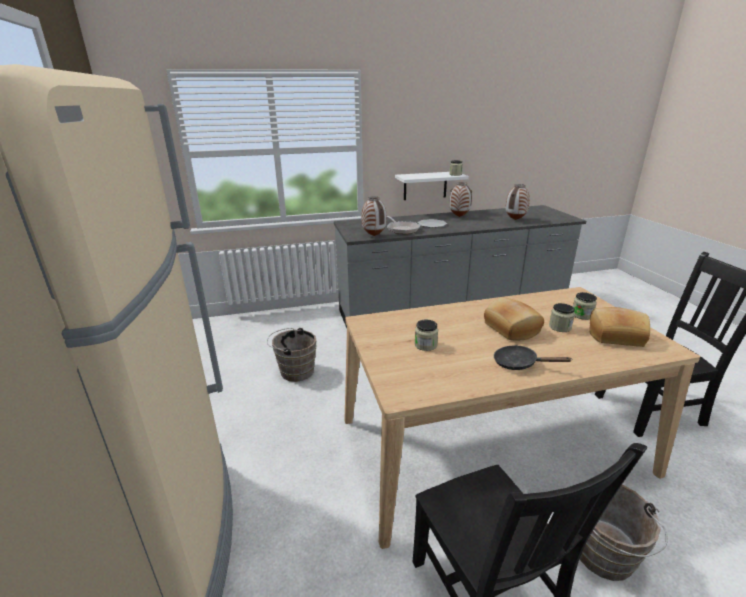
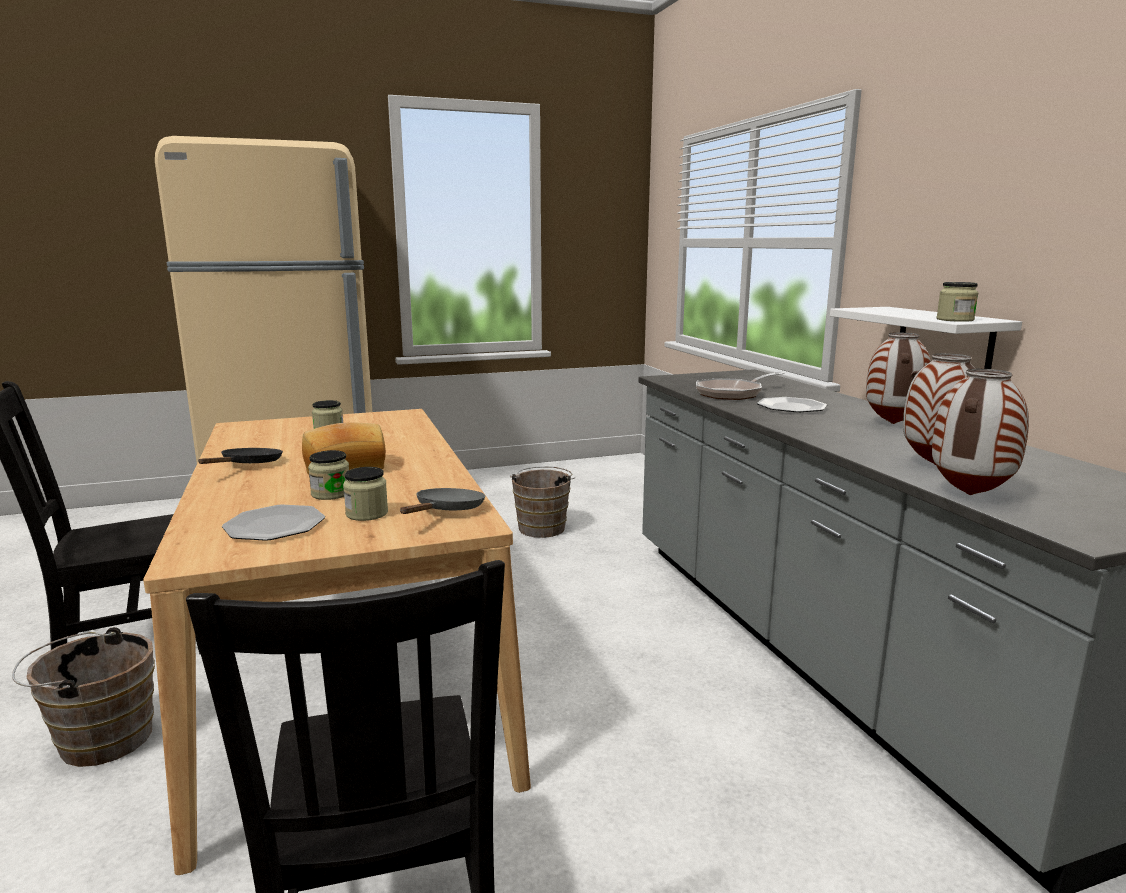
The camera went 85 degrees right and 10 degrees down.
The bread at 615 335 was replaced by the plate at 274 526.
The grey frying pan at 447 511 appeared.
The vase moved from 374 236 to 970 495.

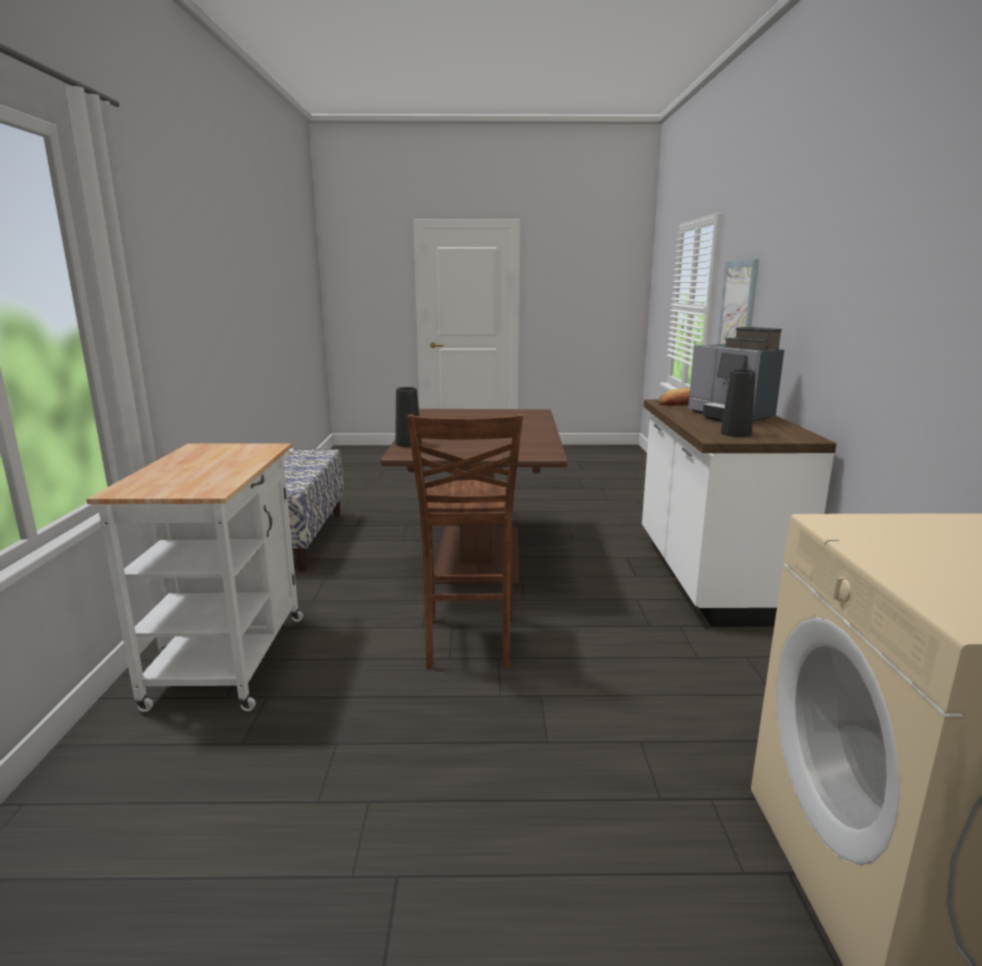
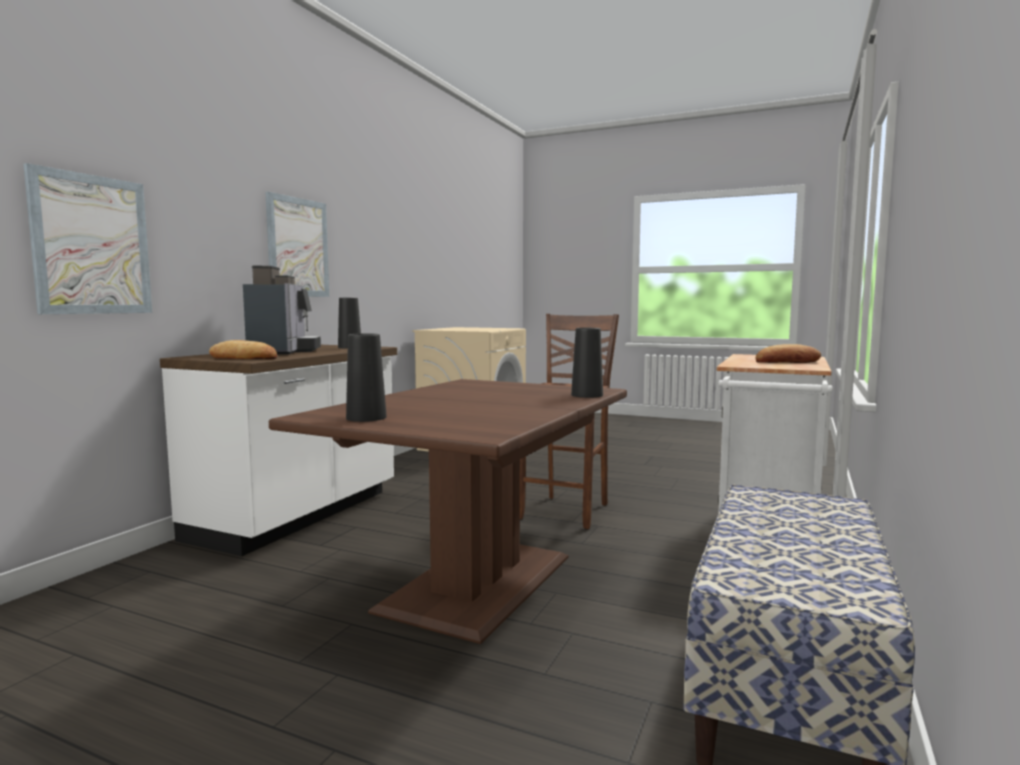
The camera went 155 degrees left and 10 degrees down.
The picture at 298 247 appeared.
The black vase at 366 418 appeared.
The bread at 787 362 appeared.

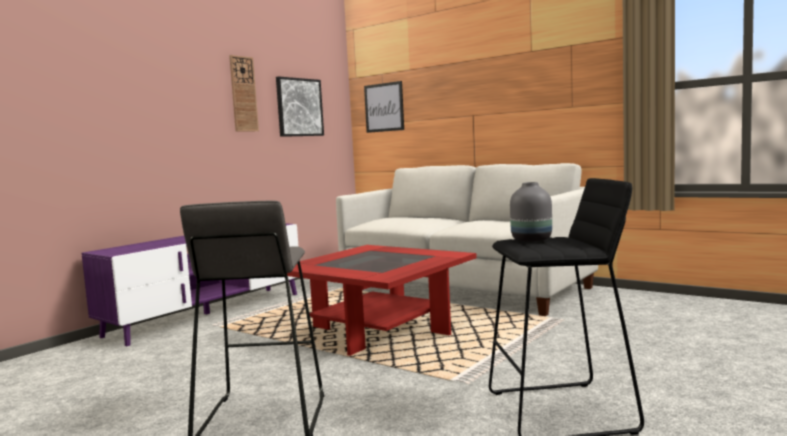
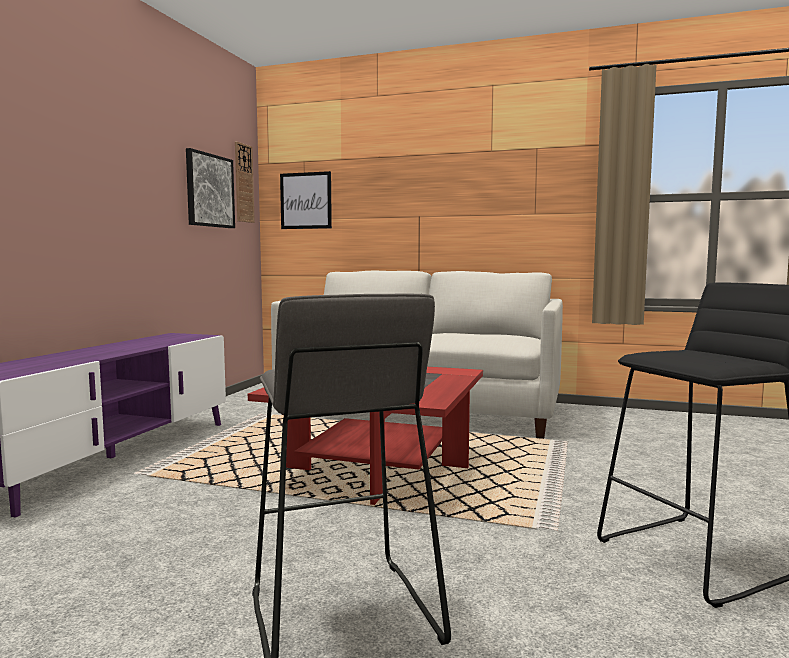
The camera went 20 degrees left and 0 degrees up.
The wall clock moved from 243 94 to 243 183.
The grey vase at 532 240 disappeared.

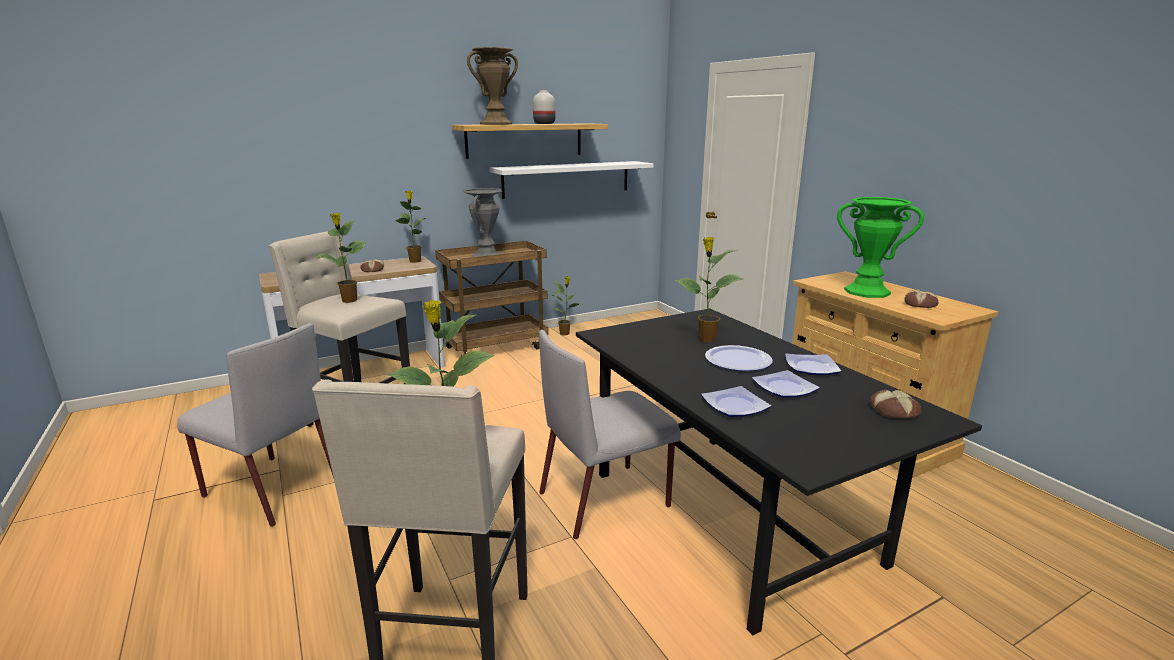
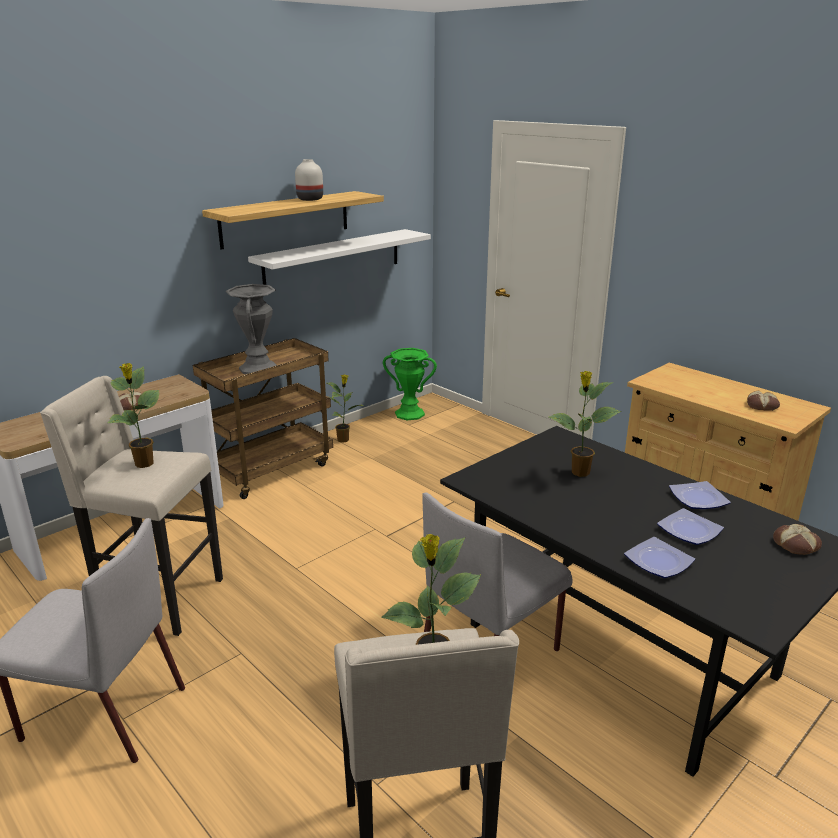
The camera went 15 degrees left and 5 degrees up.
The green vase moved from 866 292 to 409 414.
The potted plant at 415 261 disappeared.
The brown vase at 496 124 disappeared.
The plate at 738 360 disappeared.

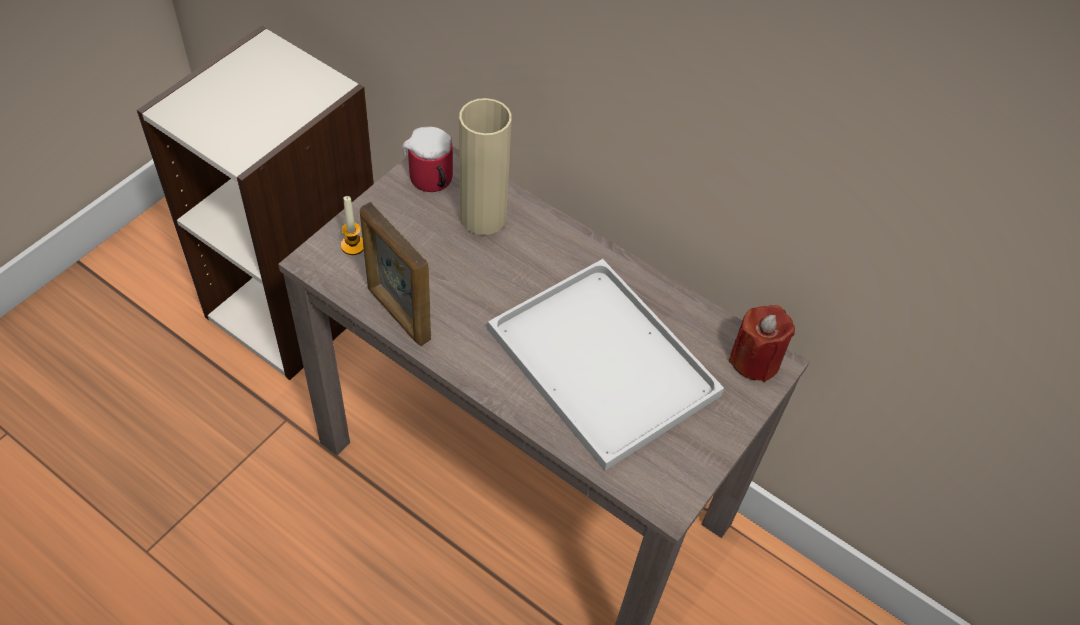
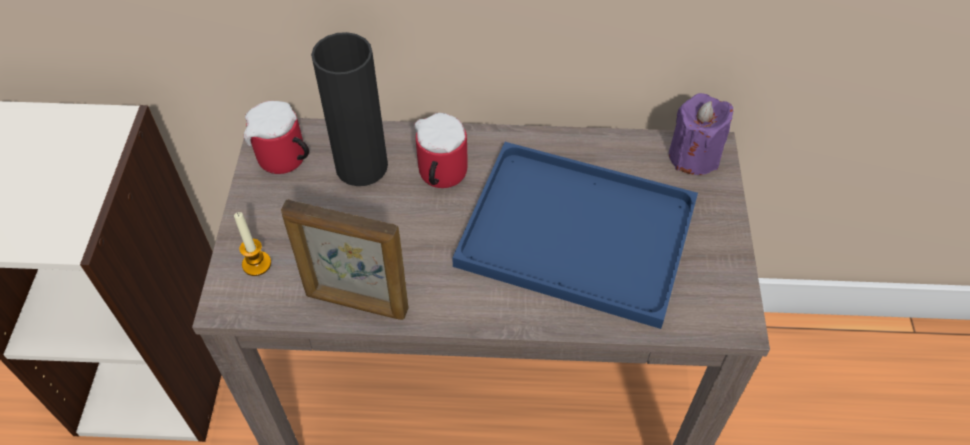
The camera went 30 degrees left and 0 degrees up.
The beige vase at 483 217 became the black vase at 361 166.
The mug at 439 176 appeared.
The white tray at 598 360 became the blue tray at 572 234.
The red candle at 755 360 became the purple candle at 694 156.

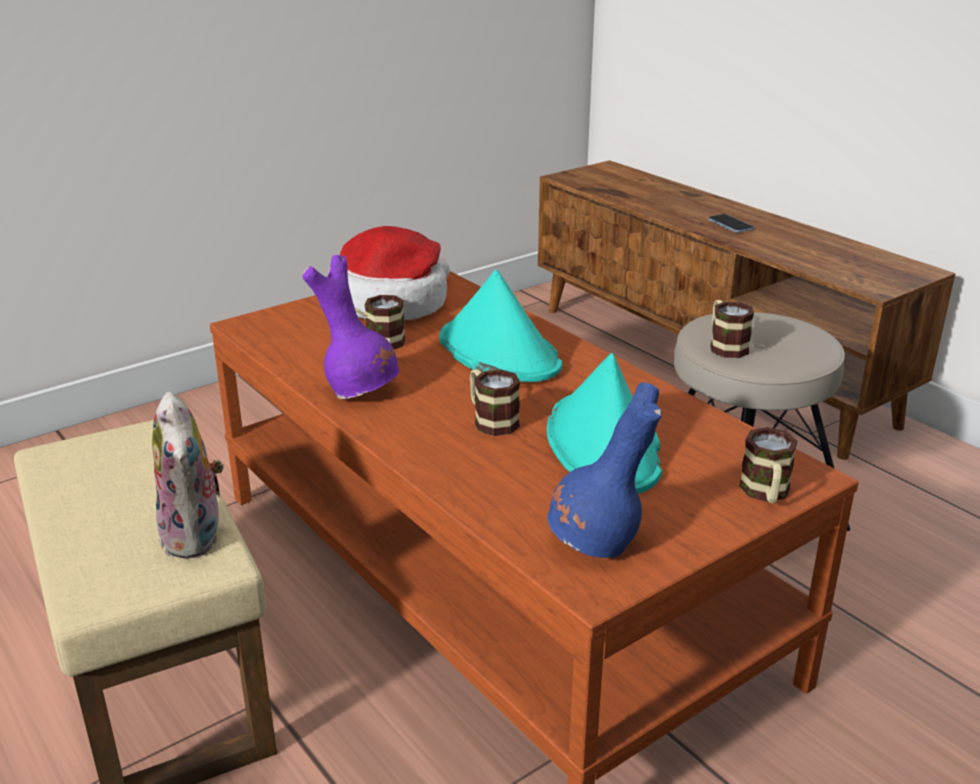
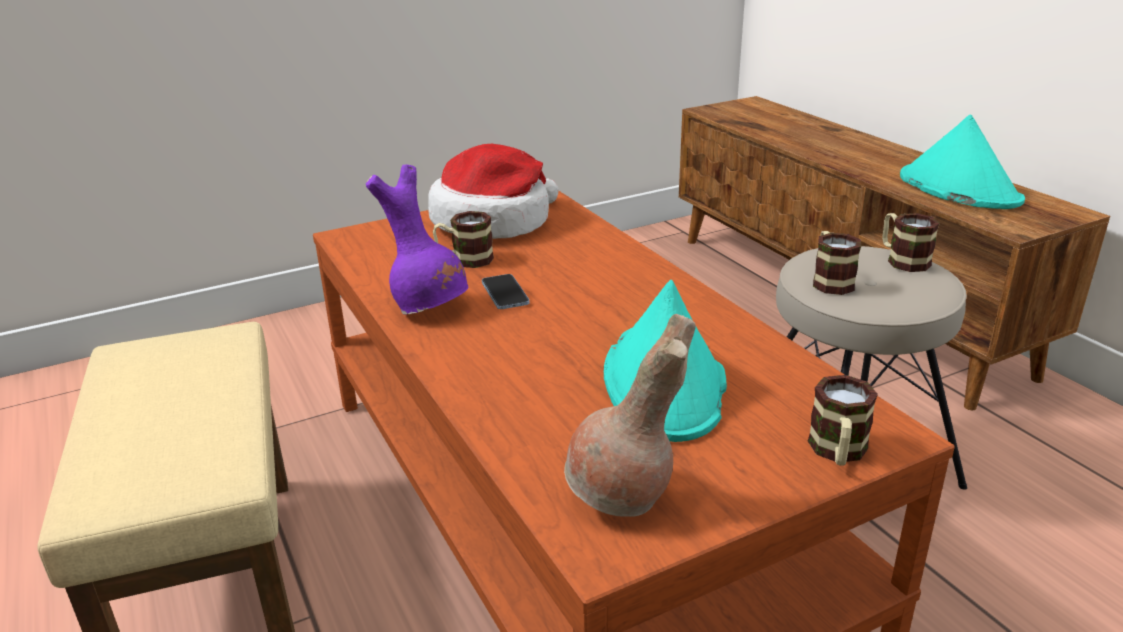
The camera went 10 degrees right and 0 degrees up.
The phone moved from 730 225 to 505 294.
The blue vase at 597 543 became the brown vase at 623 497.
The mug moved from 491 420 to 902 260.
The turquoise hat moved from 498 352 to 958 189.
The plush toy at 197 537 disappeared.

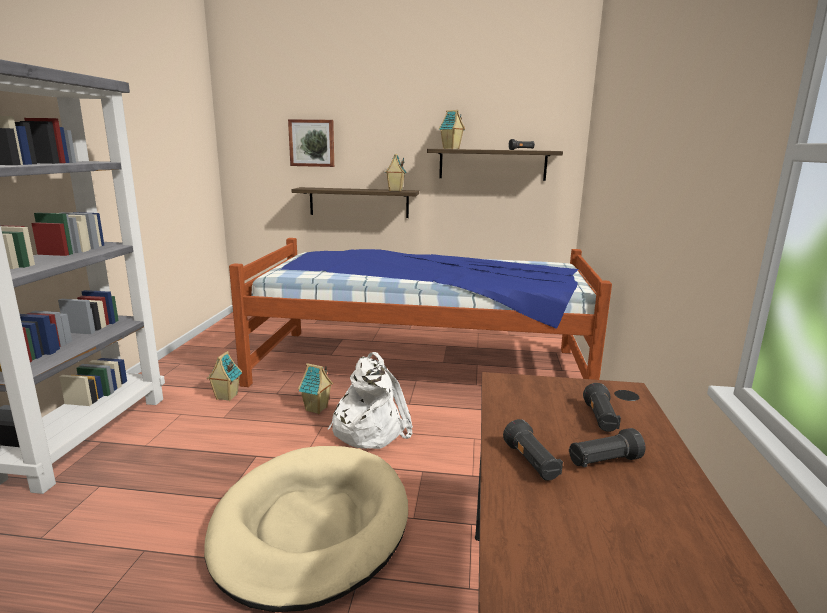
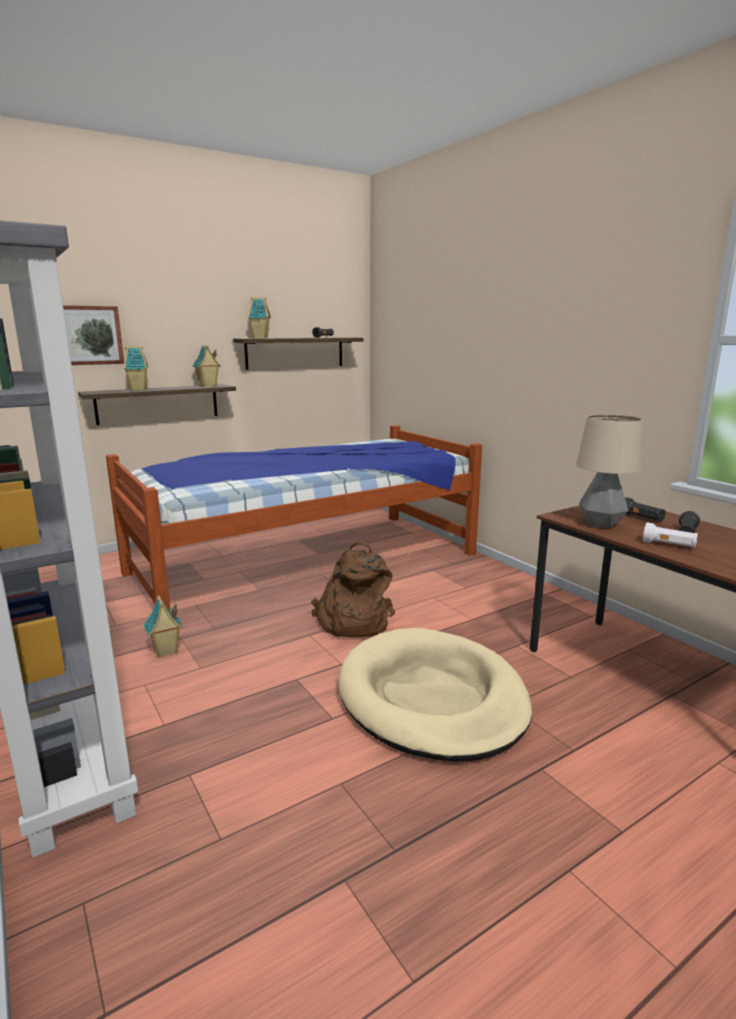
The camera went 40 degrees left and 0 degrees up.
The toy house moved from 317 409 to 139 389.
The white backpack at 369 429 became the brown backpack at 352 622.
The table lamp at 600 524 appeared.
The black flashlight at 531 463 became the white flashlight at 669 545.

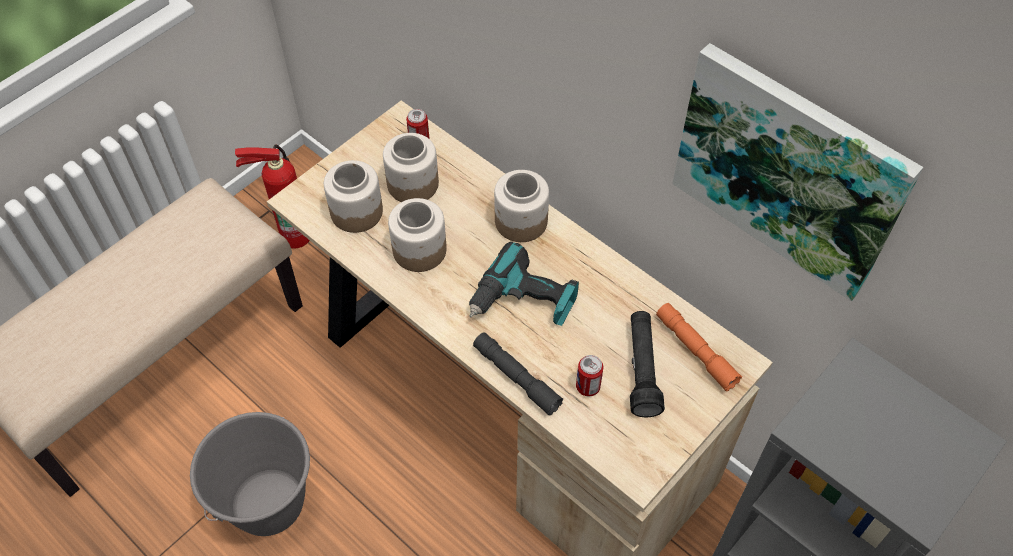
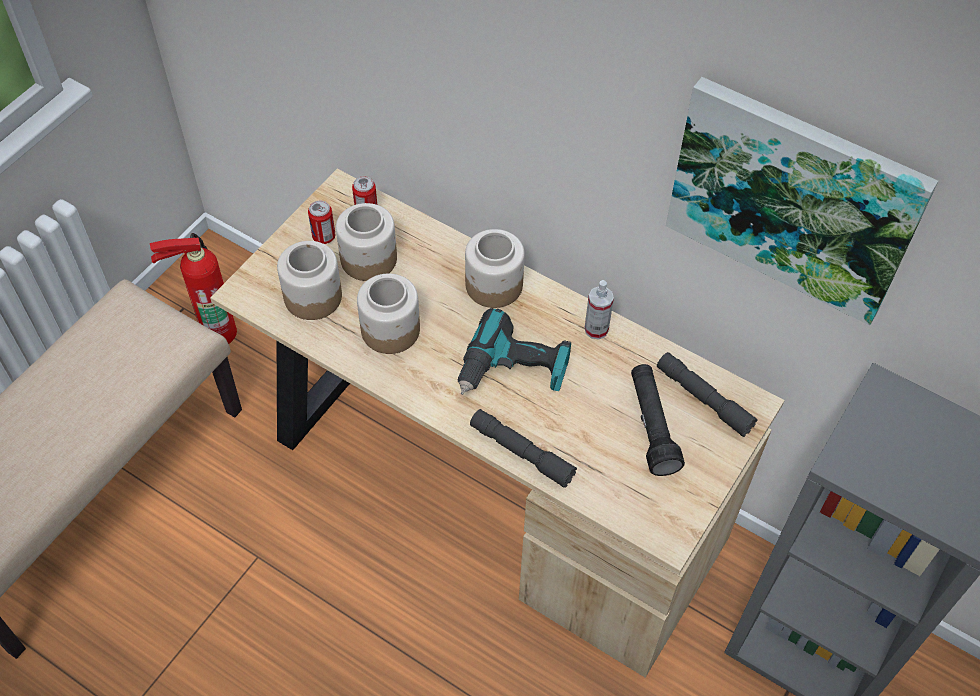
The camera went 10 degrees left and 0 degrees up.
The can moved from 588 387 to 324 237.
The spray bottle at 596 329 appeared.
The orange flashlight at 695 350 became the grey flashlight at 703 399.
The grey bucket at 269 503 disappeared.

